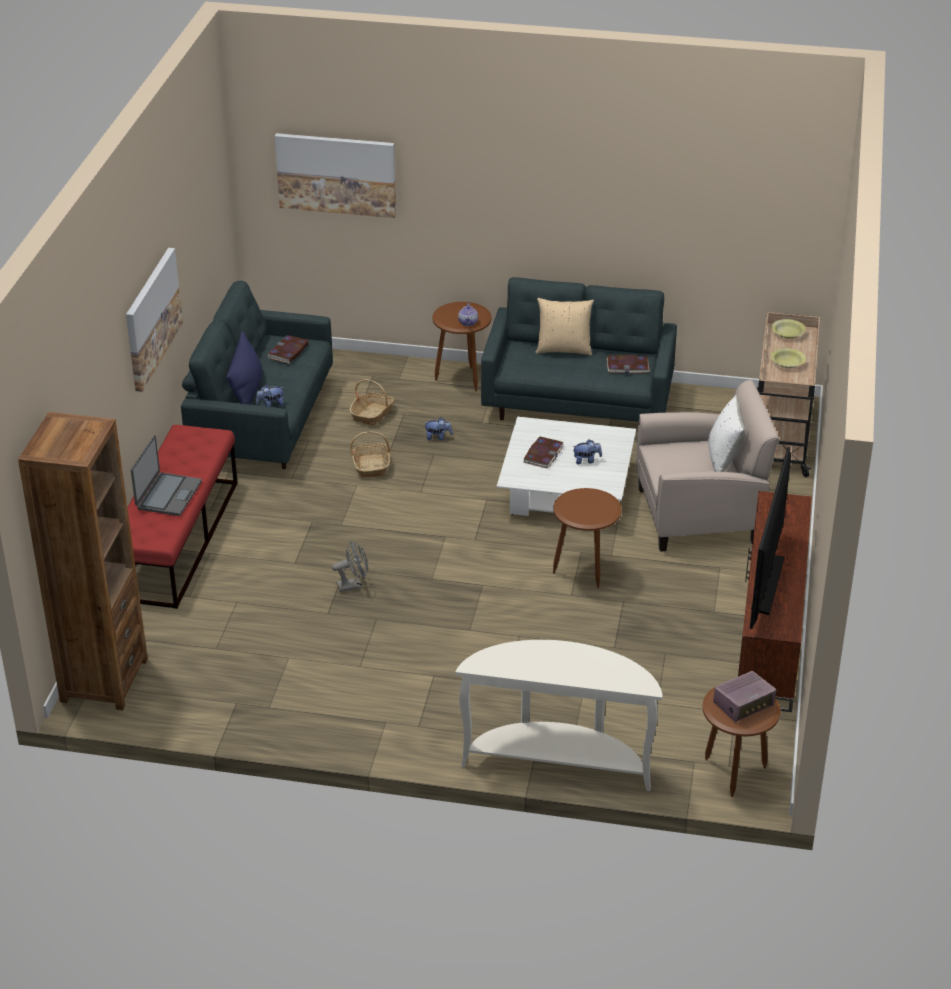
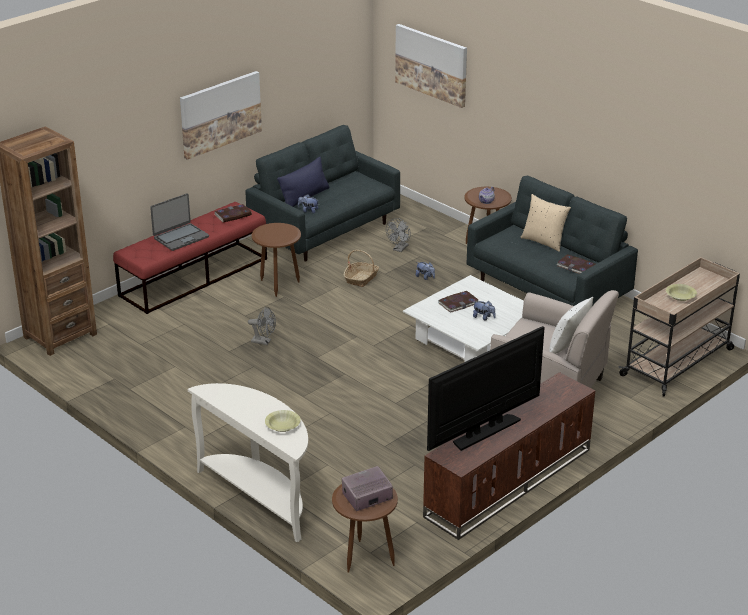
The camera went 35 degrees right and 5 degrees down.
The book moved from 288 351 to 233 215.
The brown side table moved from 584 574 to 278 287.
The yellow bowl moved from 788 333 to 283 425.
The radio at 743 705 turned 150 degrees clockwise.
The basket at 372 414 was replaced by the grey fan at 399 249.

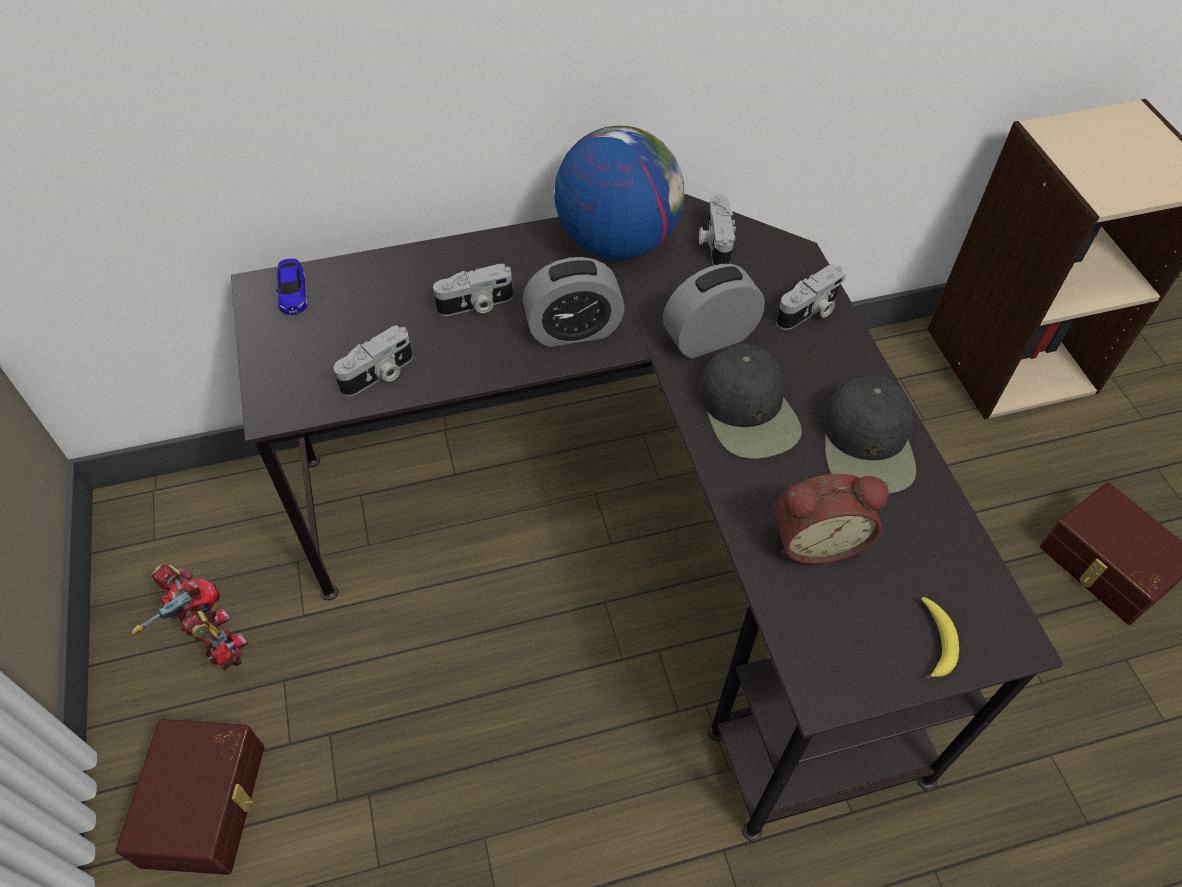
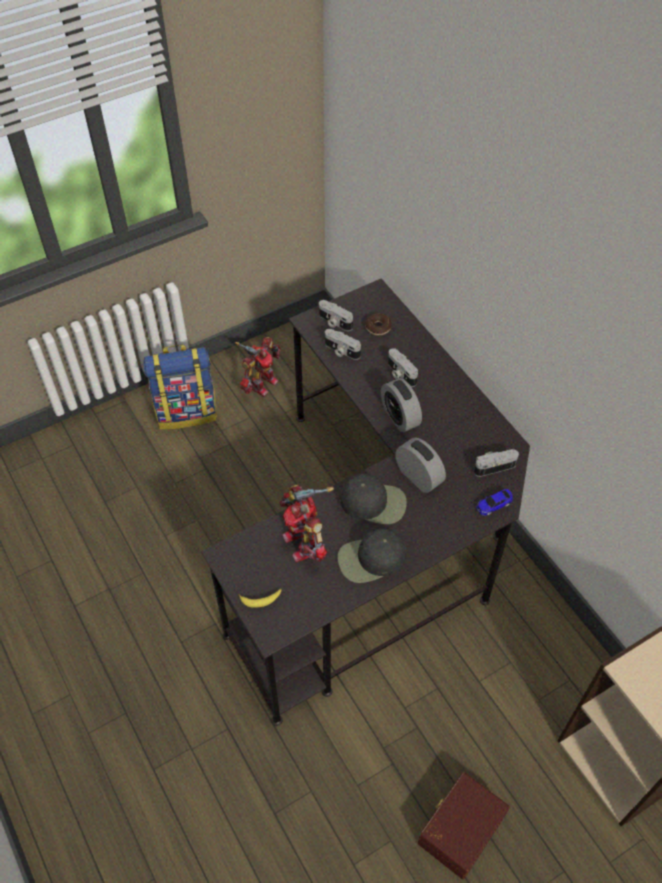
The camera went 75 degrees right and 0 degrees up.
The brown storage box at 207 804 was replaced by the backpack at 187 411.
The alarm clock at 815 539 was replaced by the toy robot at 304 542.
The photo camera moved from 809 312 to 334 322.
The black cap at 749 411 turned 135 degrees counterclockwise.
The donut at 378 327 appeared.
The toy car moved from 293 293 to 494 504.
The globe at 616 242 disappeared.

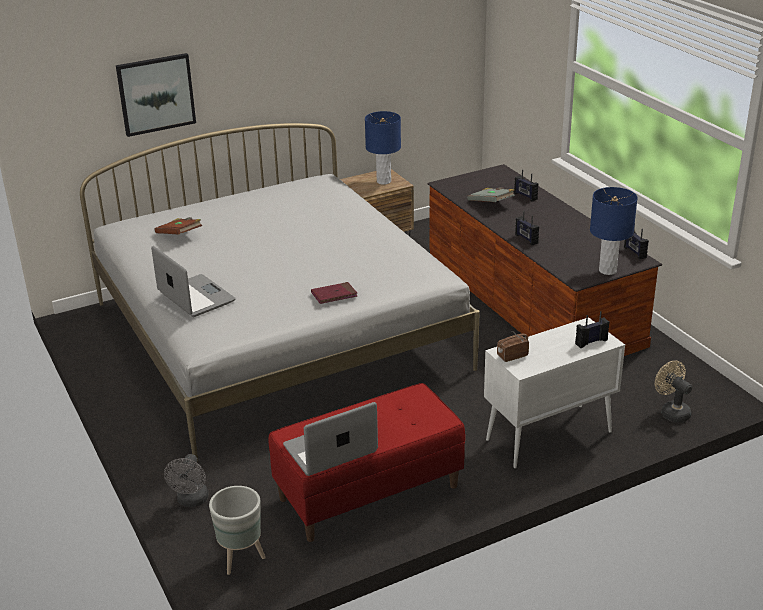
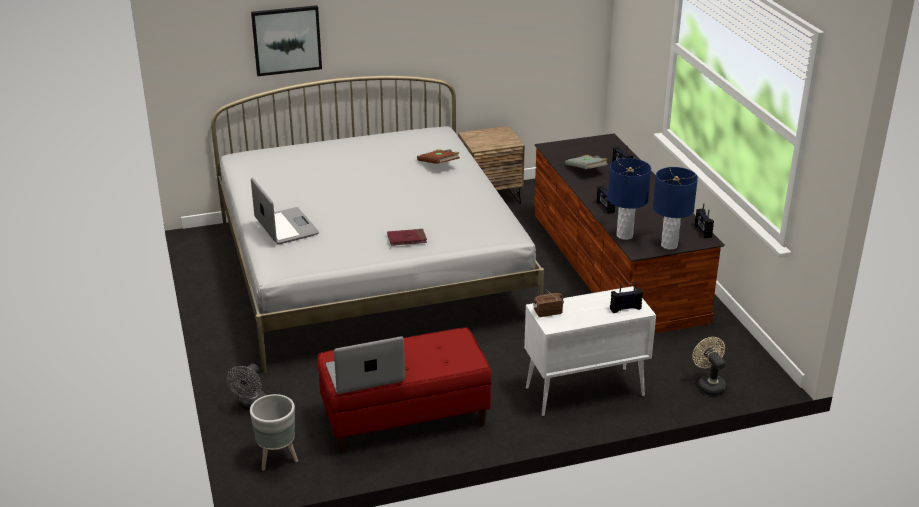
The camera went 10 degrees right and 0 degrees up.
The brown book moved from 180 235 to 439 164.
The blue table lamp moved from 383 181 to 624 235.

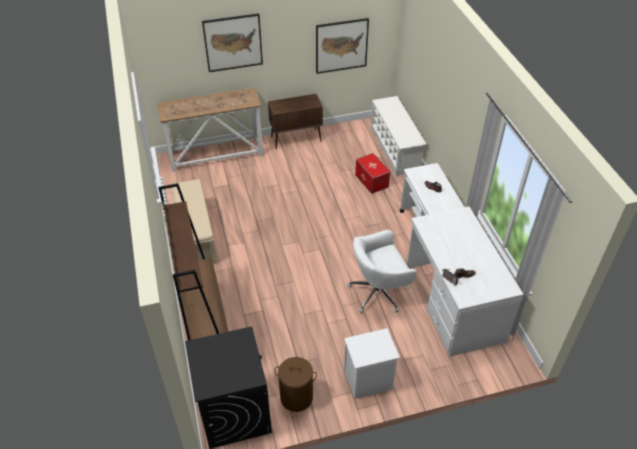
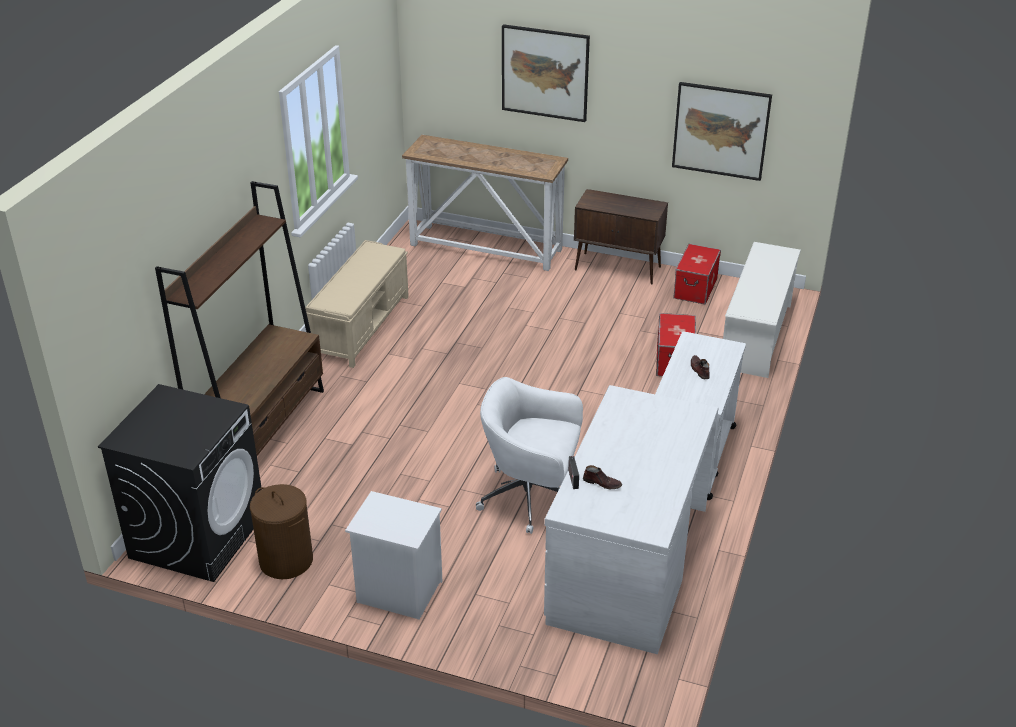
The camera went 35 degrees right and 10 degrees down.
The storage box at 695 288 appeared.

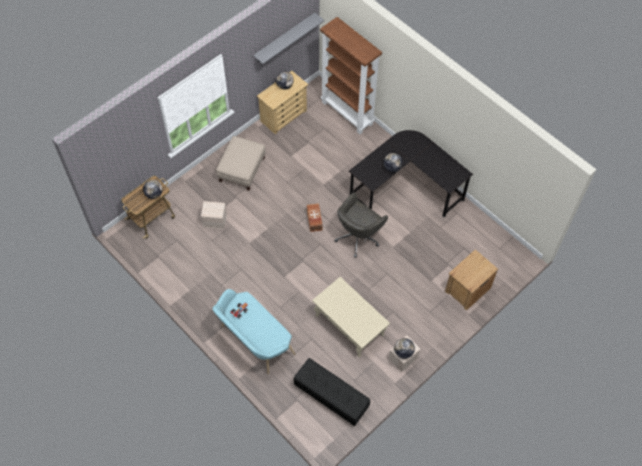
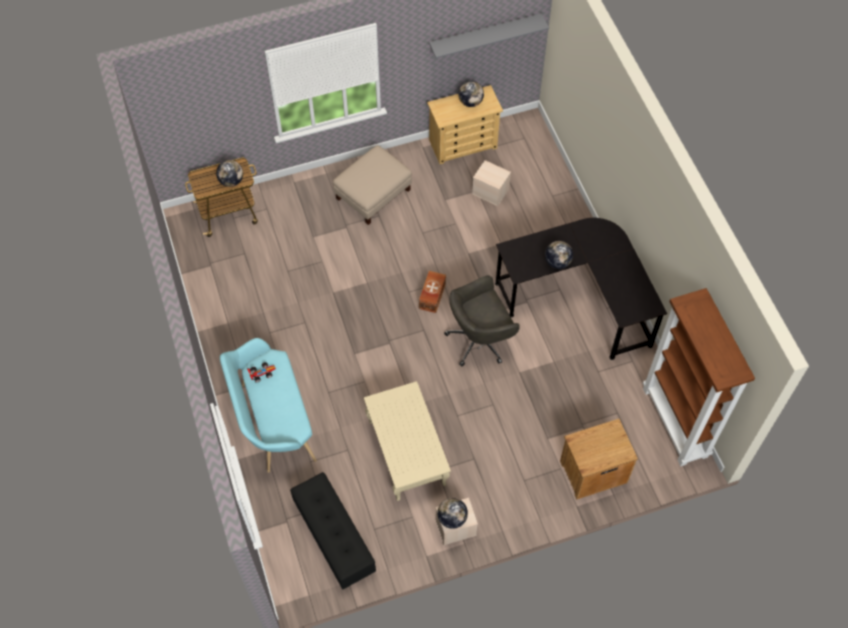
The camera went 25 degrees right and 0 degrees up.
The beige storage box moved from 215 220 to 491 191.
The brown bookcase moved from 347 113 to 676 423.

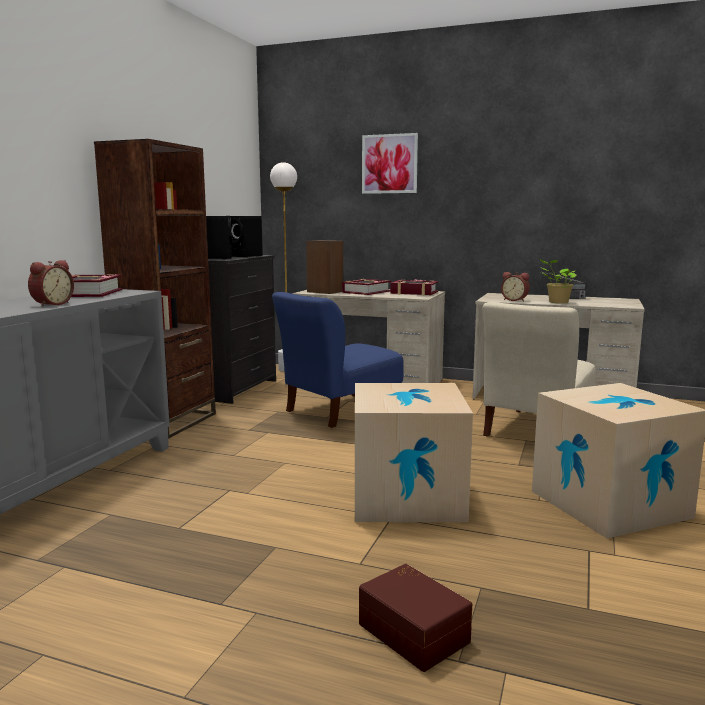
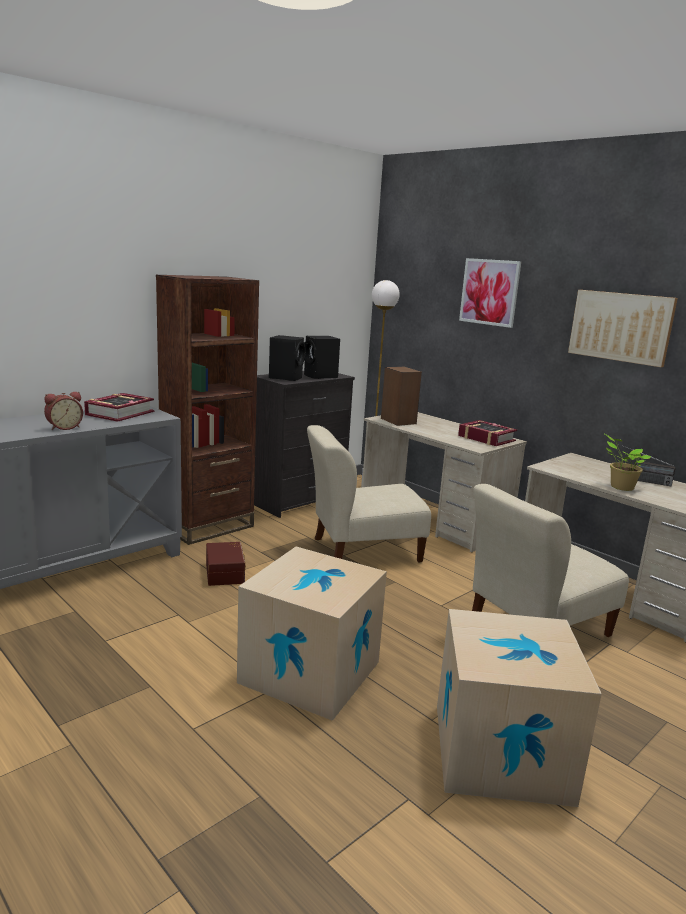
The camera went 25 degrees right and 5 degrees up.
The brown storage box moved from 415 631 to 226 573.
The blue chair at 338 411 became the beige chair at 362 551.
The picture at 620 326 appeared.
The book at 366 292 disappeared.
The alarm clock at 515 300 disappeared.

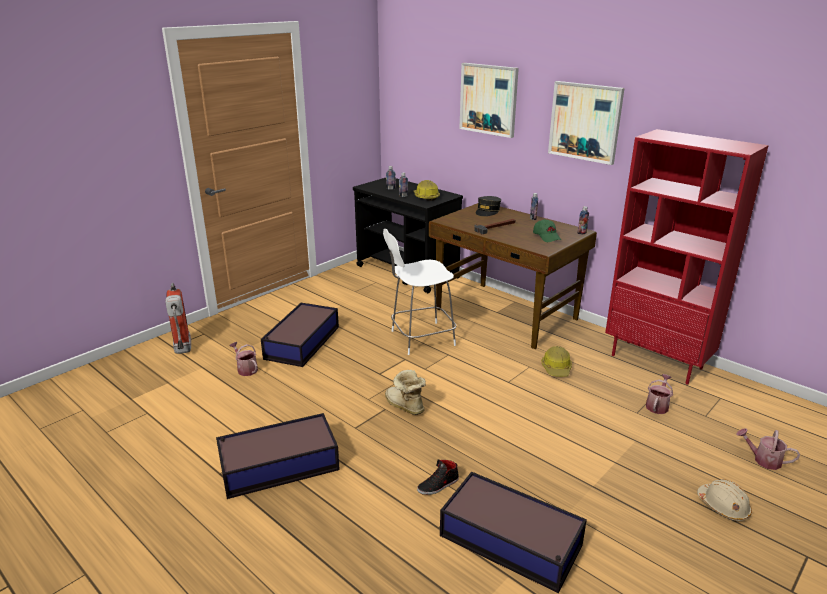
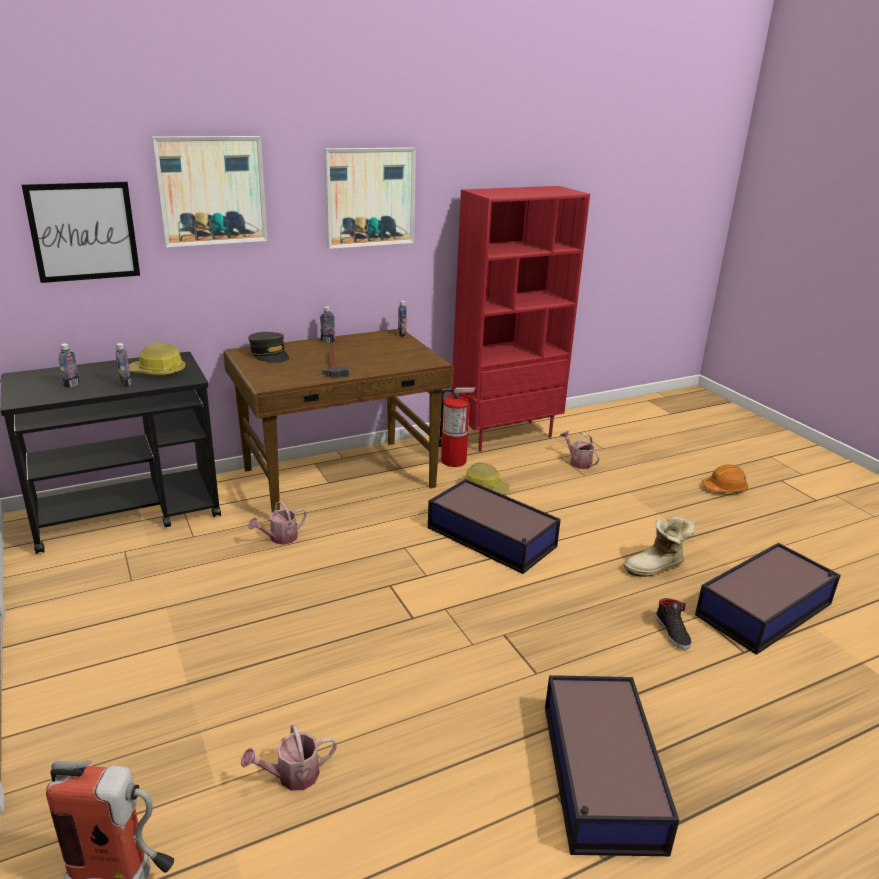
The camera went 70 degrees left and 0 degrees up.
The picture at 83 231 appeared.
The watering can moved from 763 460 to 280 538.
The storage box moved from 301 343 to 492 538.
The fire extinguisher at 454 461 appeared.
The boot moved from 404 406 to 656 568.
The beige hard hat at 723 506 became the orange hard hat at 724 488.
The white stool at 420 338 disappeared.
The green cap at 547 237 disappeared.

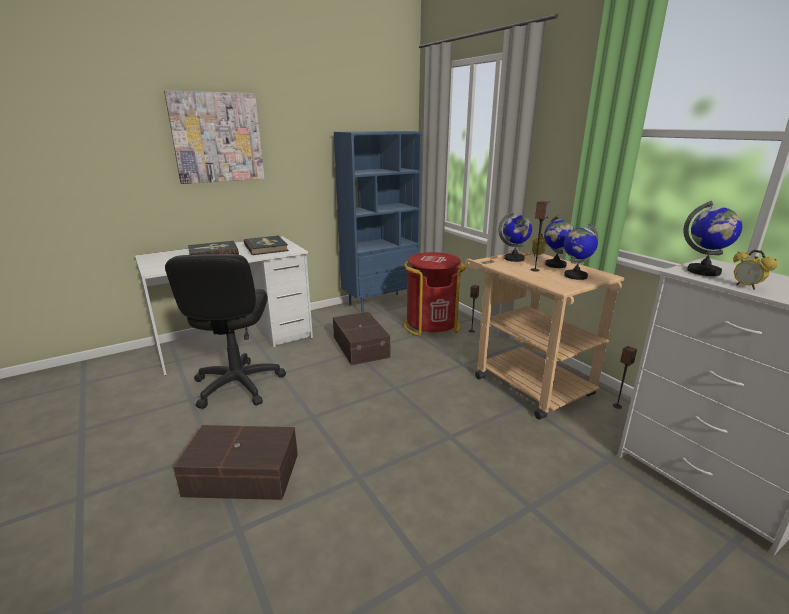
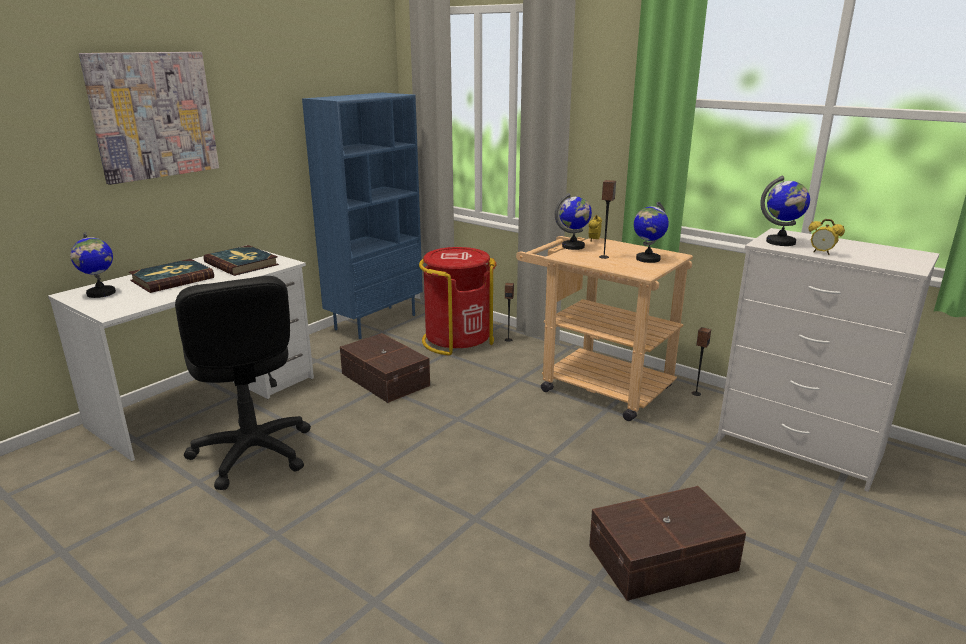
The camera went 20 degrees left and 0 degrees up.
The globe moved from 555 265 to 101 293.
The brown storage box moved from 243 476 to 664 559.

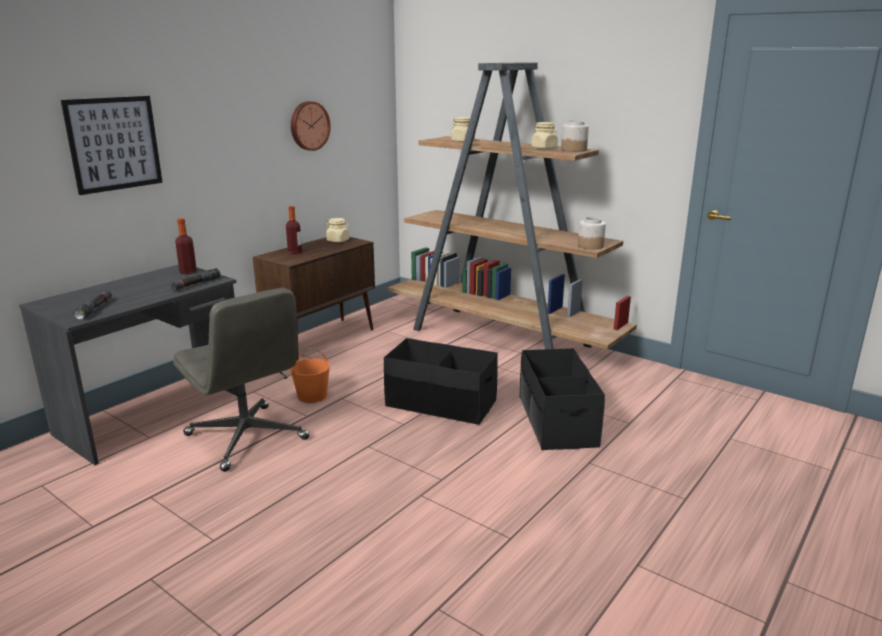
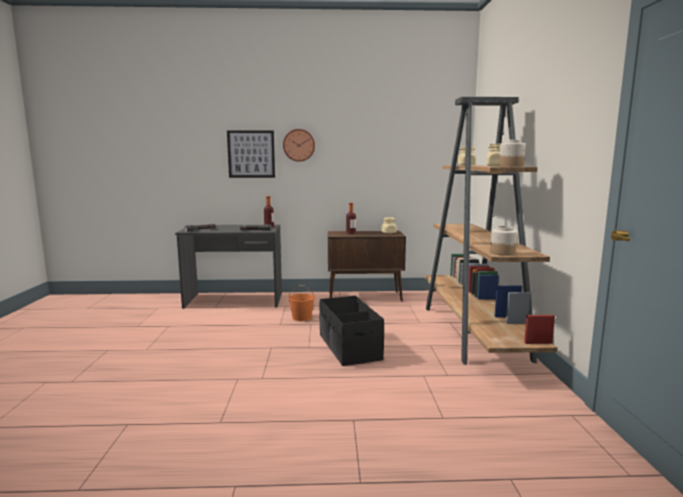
The camera went 50 degrees right and 10 degrees down.
The wall clock moved from 309 126 to 299 145.
The grey office chair at 247 437 disappeared.
The black storage box at 556 421 disappeared.

